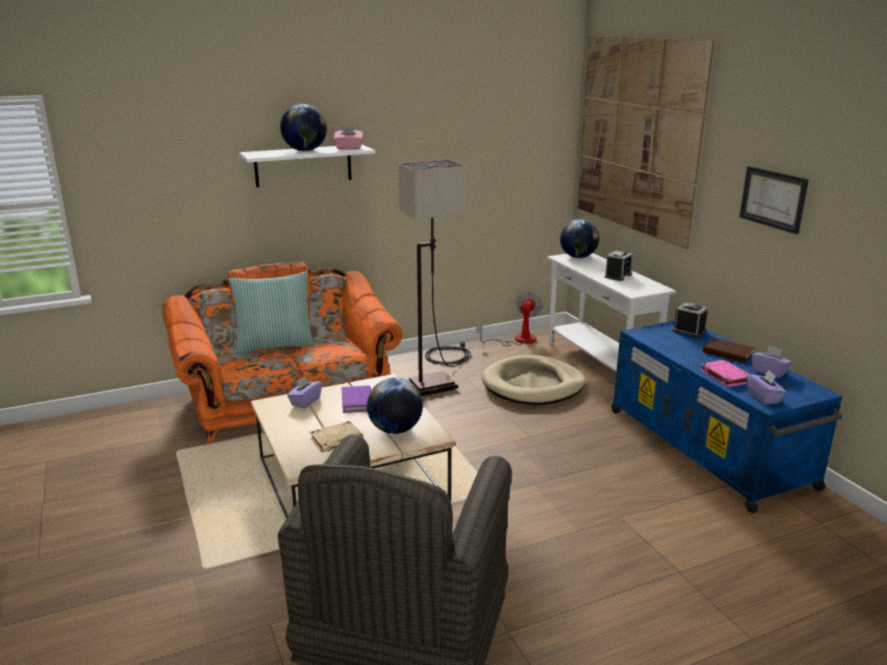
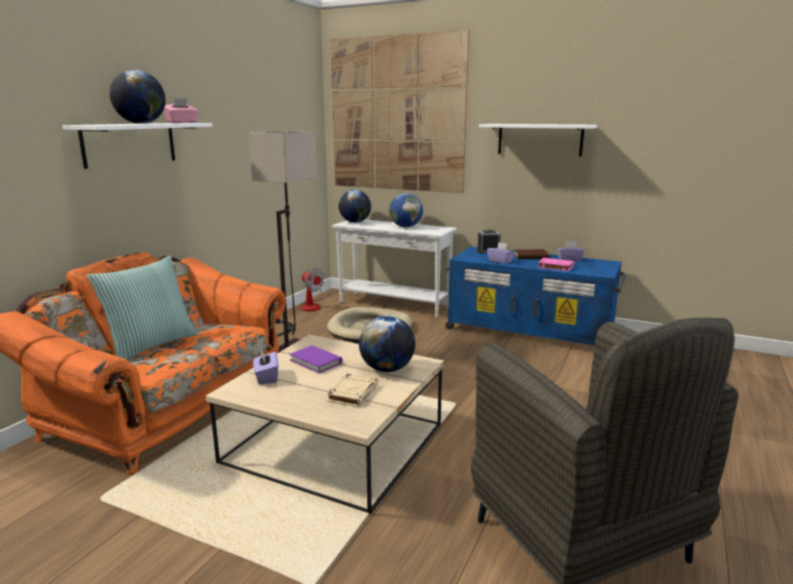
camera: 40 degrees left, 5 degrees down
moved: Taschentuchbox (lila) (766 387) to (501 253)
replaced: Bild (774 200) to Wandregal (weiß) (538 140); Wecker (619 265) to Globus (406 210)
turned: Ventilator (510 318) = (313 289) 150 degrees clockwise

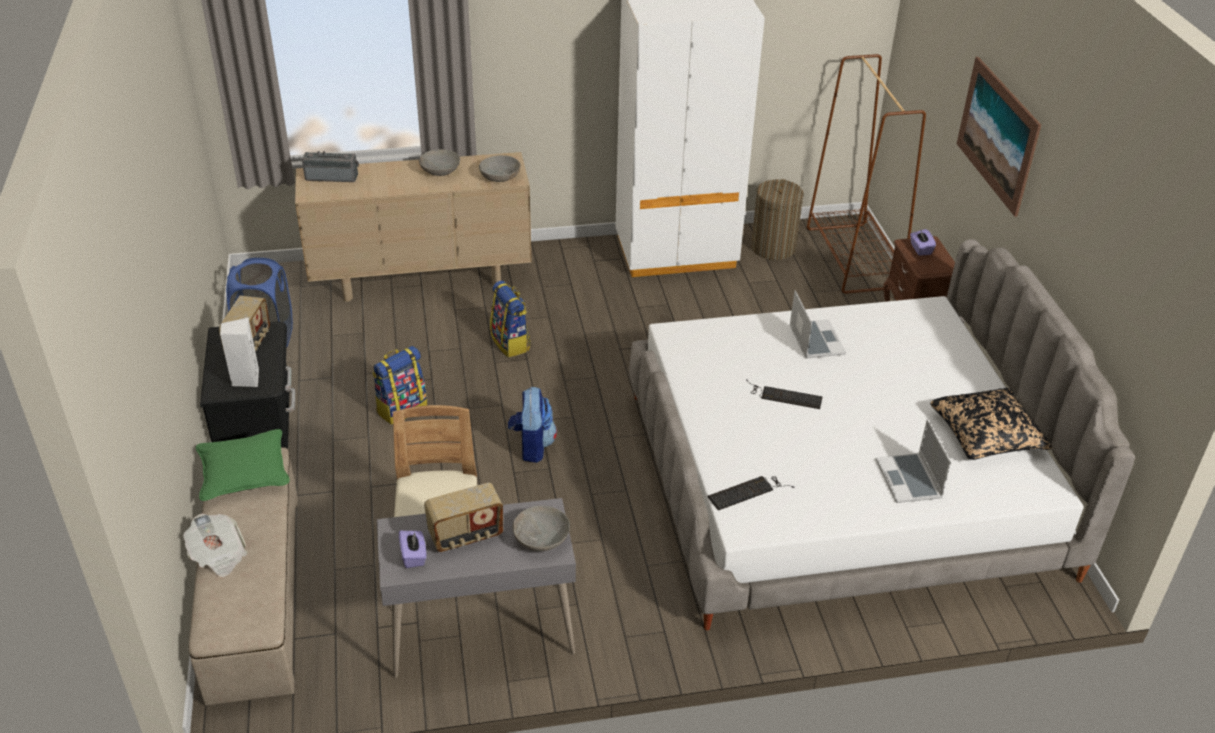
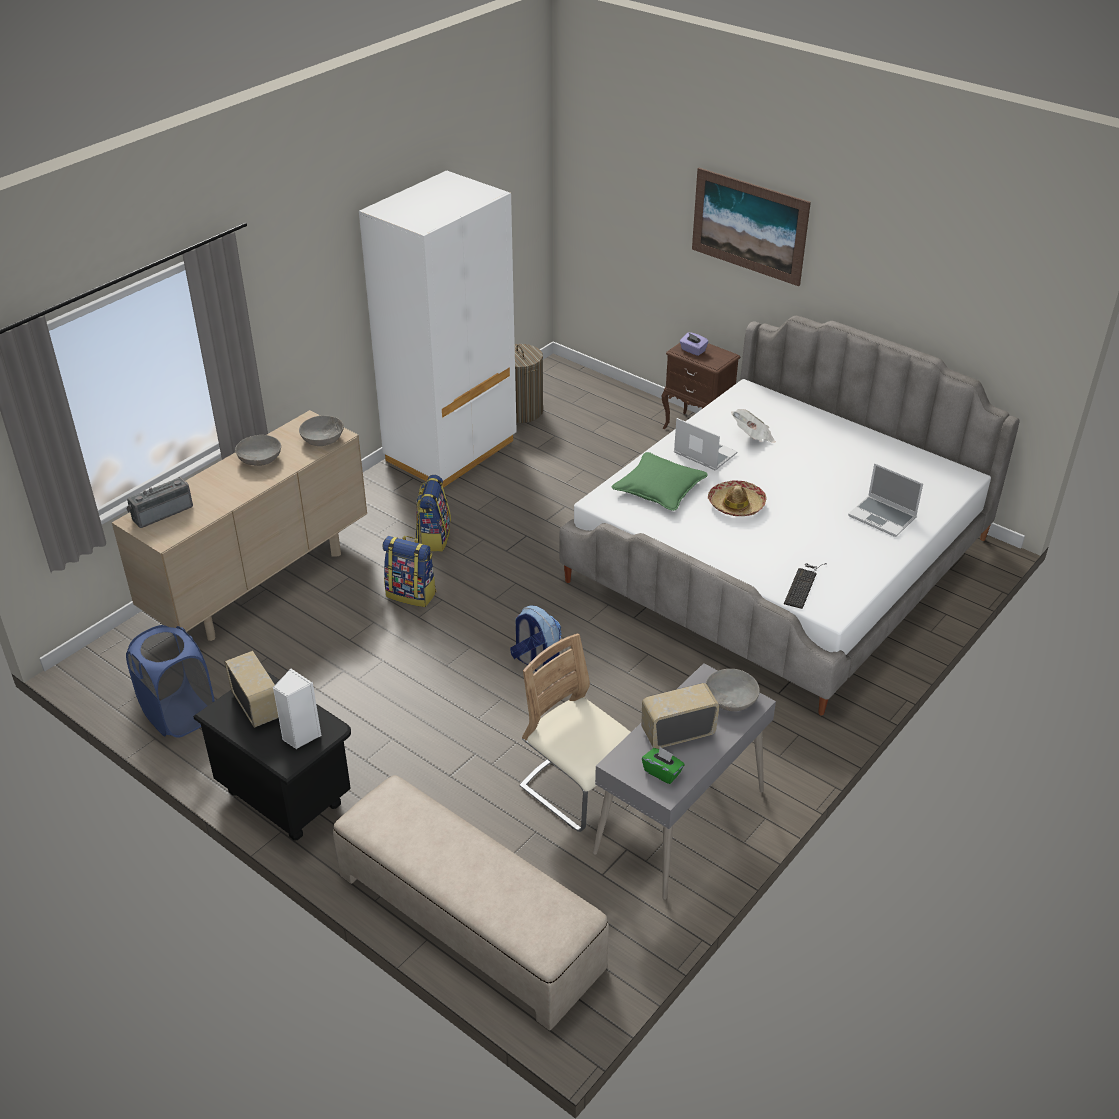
camera: 40 degrees left, 0 degrees up
removed: Kleiderständer (braun) (866 174); Kissen (schwarz) (991 424)
moved: Rucksack (400 385) to (433 513); Kissen (grün) (243 465) to (660 481); Zeitung (215 545) to (753 426)
replaced: Tastatur (784 394) to Hut (737 498)
recoloured: Taschentuchbox (lila) (412 549) to Taschentuchbox (grün) (663 765)
turned: Radio (463 517) = (680 716) 135 degrees counterclockwise

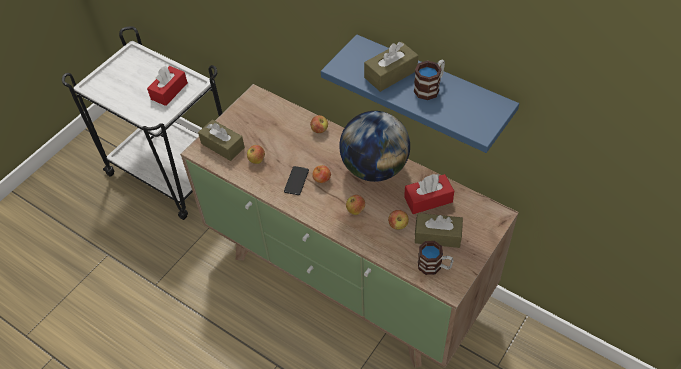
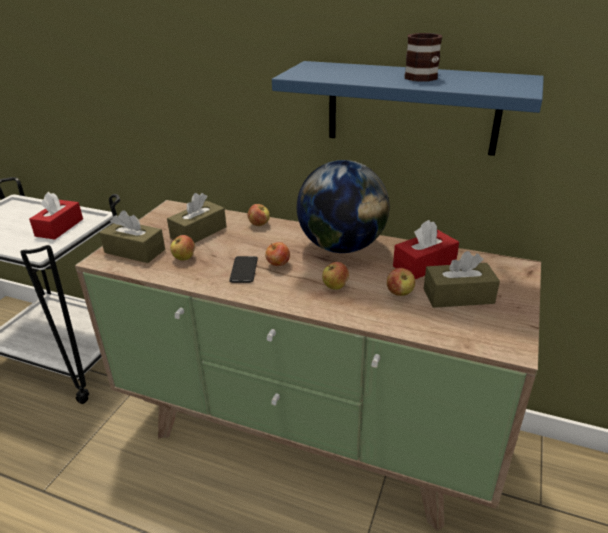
camera: 15 degrees left, 20 degrees down
removed: Henkelbecher (436 258)
moved: Taschentuchbox (braun) (391 67) to (197 218)

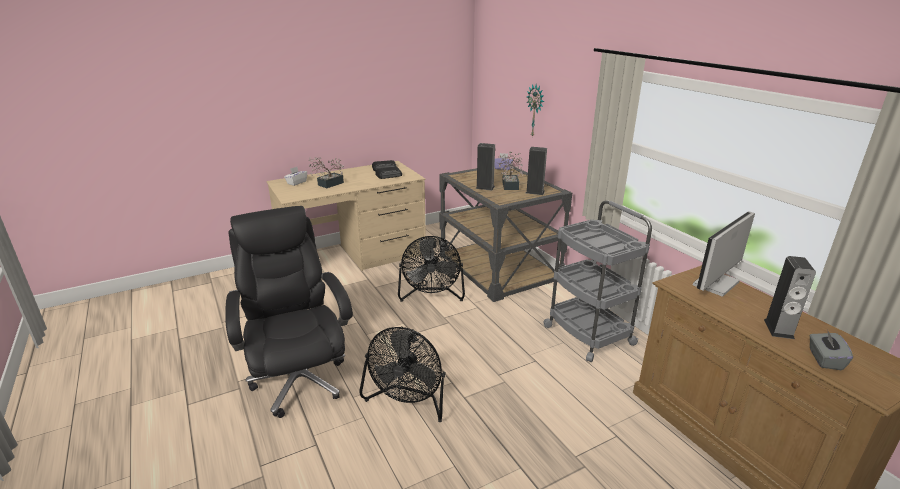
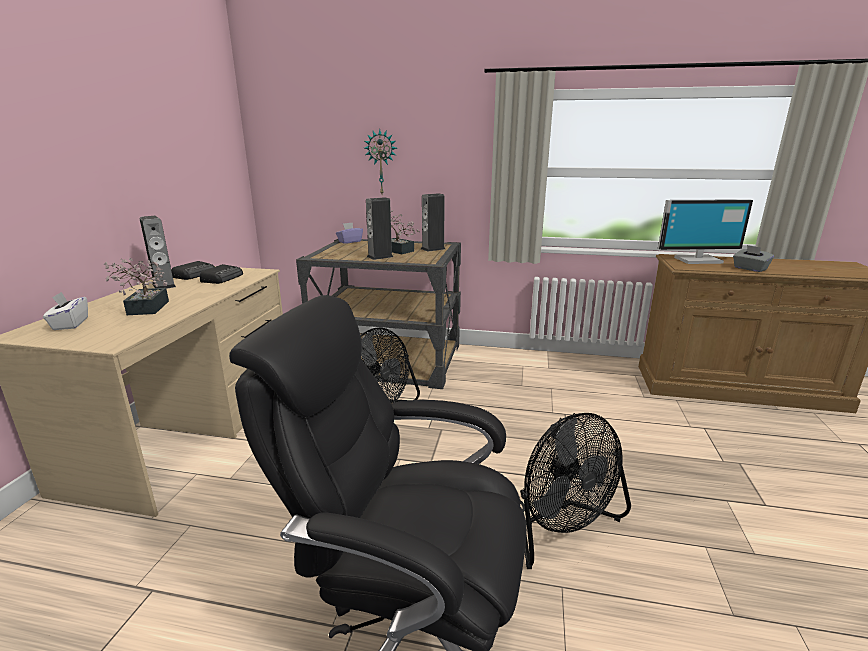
camera: 50 degrees left, 5 degrees down
removed: Rollwagen (grau) (597 281)
moved: Lautsprecher (790 297) to (158 252); Taschentuchbox (grau) (831 349) to (753 258)
turned: Monitor (724 254) = (705 231) 90 degrees counterclockwise

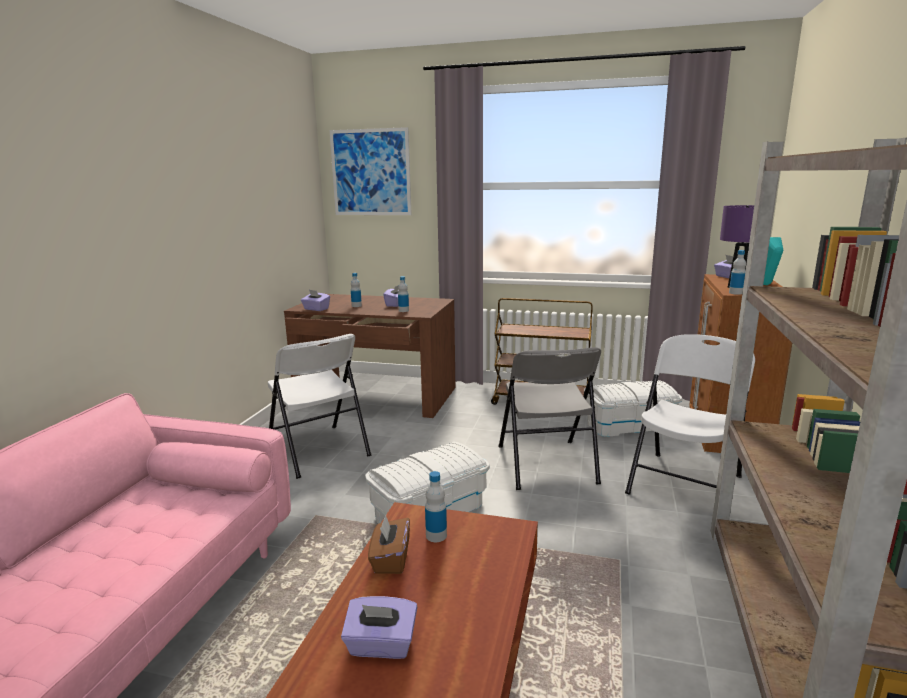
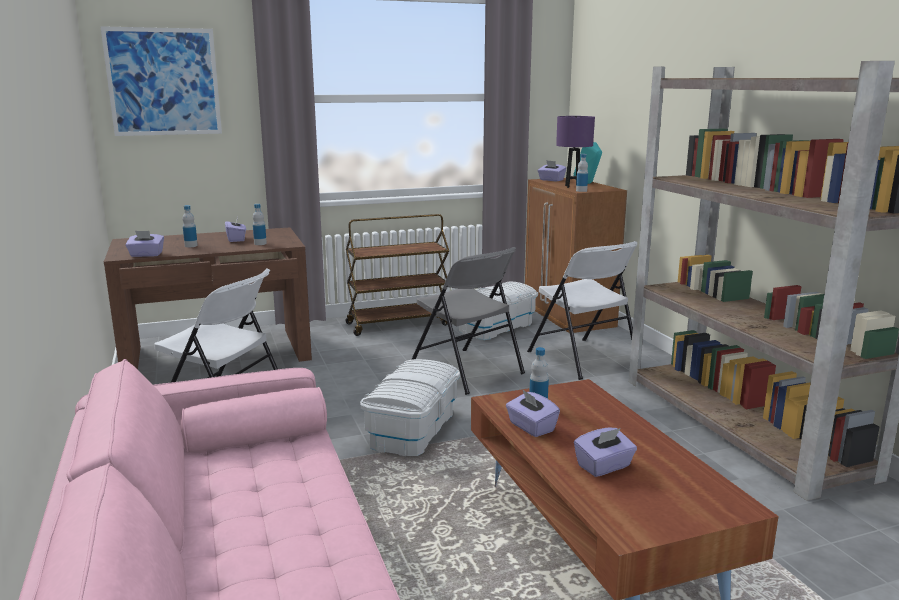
camera: 35 degrees left, 0 degrees up
recoloured: Taschentuchbox (braun) (389 544) to Taschentuchbox (lila) (533 413)
turned: Stuhl (weiß) (690 414) = (582 310) 150 degrees clockwise

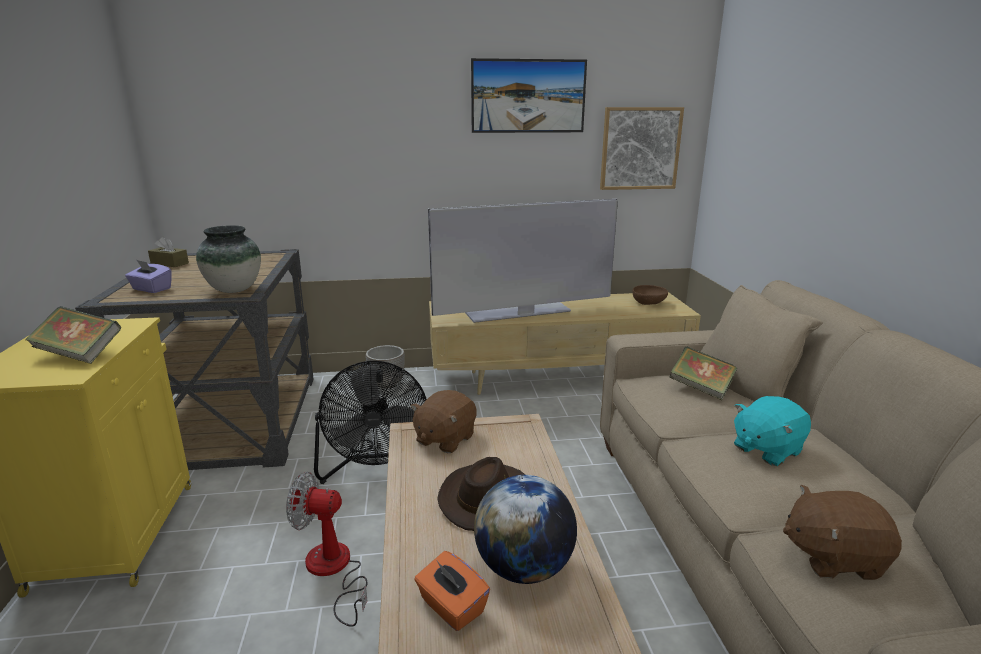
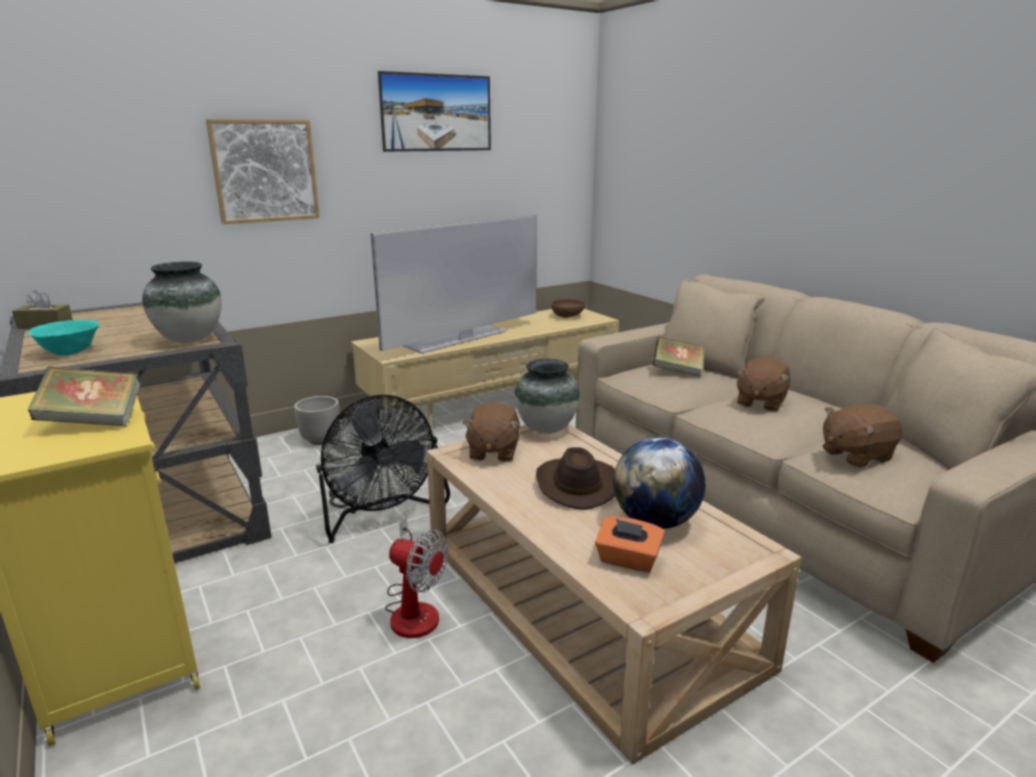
camera: 25 degrees left, 0 degrees up
added: Vase (547 396)
moved: Bild (642 148) to (263 171)
replaced: Taschentuchbox (lila) (148 276) to Schüssel (türkis) (64 338)
recoloured: Plüschtier (türkis) (772 431) to Plüschtier (braun) (763 385)
turned: Ventilator (327 549) = (416 577) 135 degrees counterclockwise

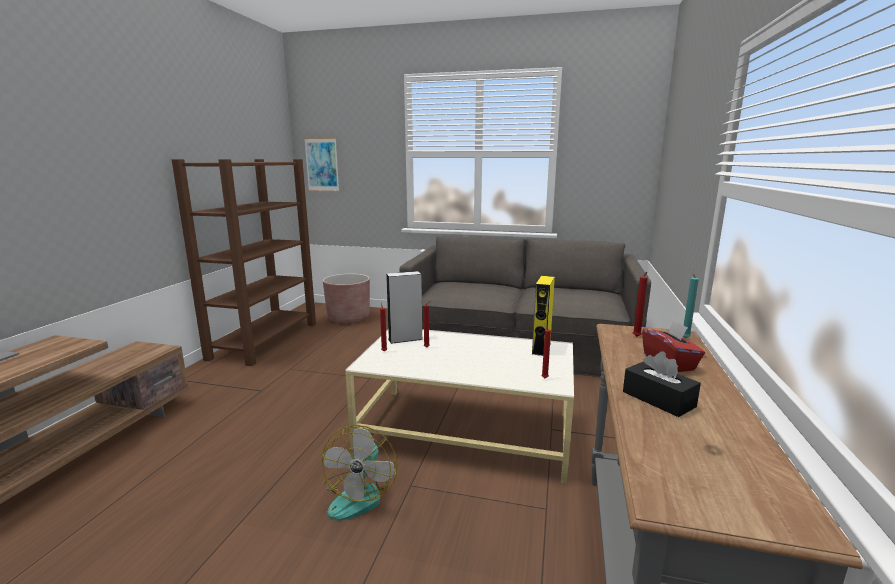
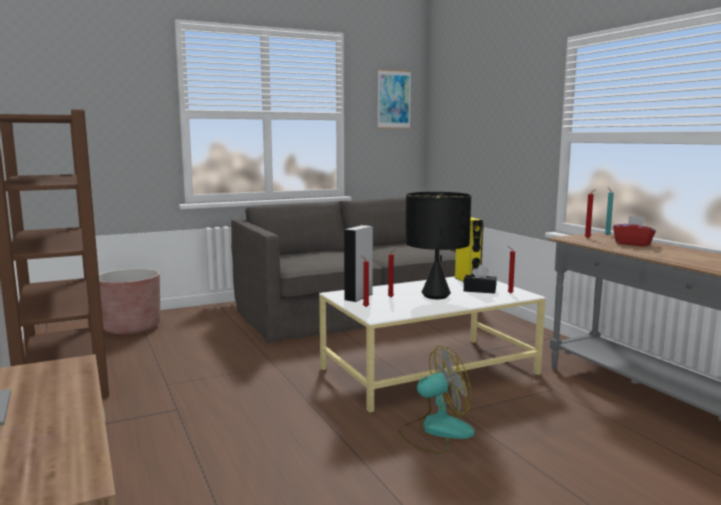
camera: 40 degrees left, 5 degrees down
added: Tischlampe (schwarz) (438 245)
moved: Bild (321 165) to (394 99); Taschentuchbox (schwarz) (662 384) to (480 279)
turned: Ventilator (360 472) = (436 399) 75 degrees counterclockwise

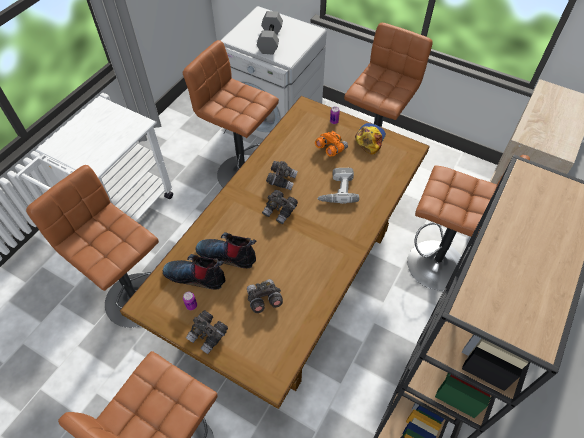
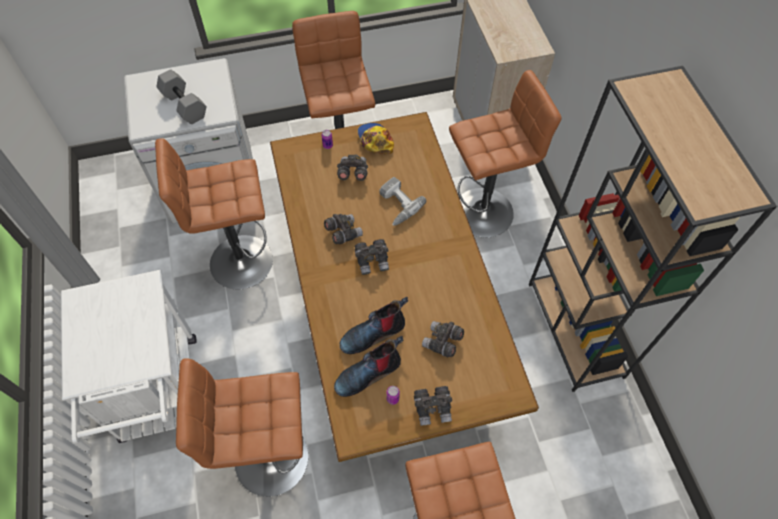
camera: 45 degrees left, 5 degrees up
recoloured: Fernglas (orange) (331 144) to Fernglas (grau) (352 168)

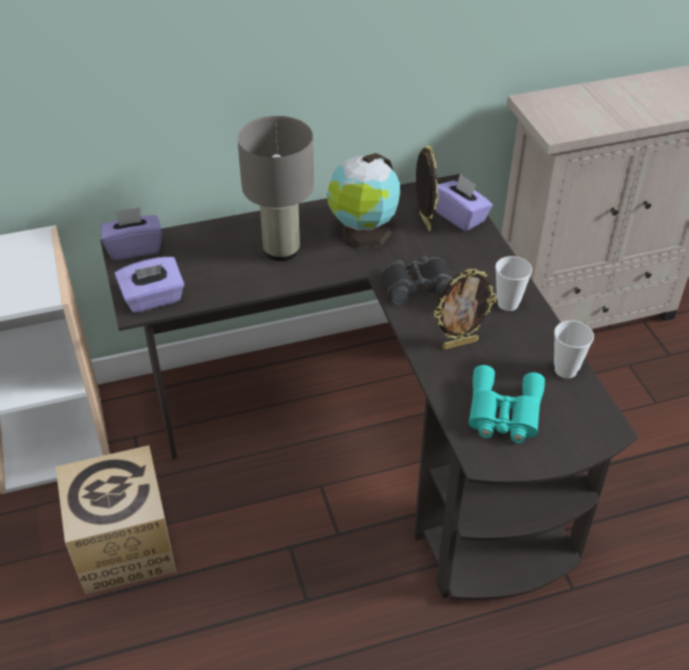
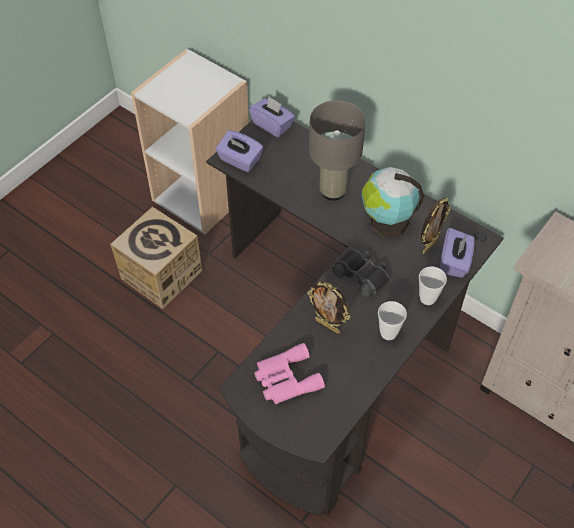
camera: 55 degrees right, 10 degrees up
moved: Tasse (574 349) to (433 285)
recoloured: Fernglas (türkis) (507 404) to Fernglas (rosa) (289 373)

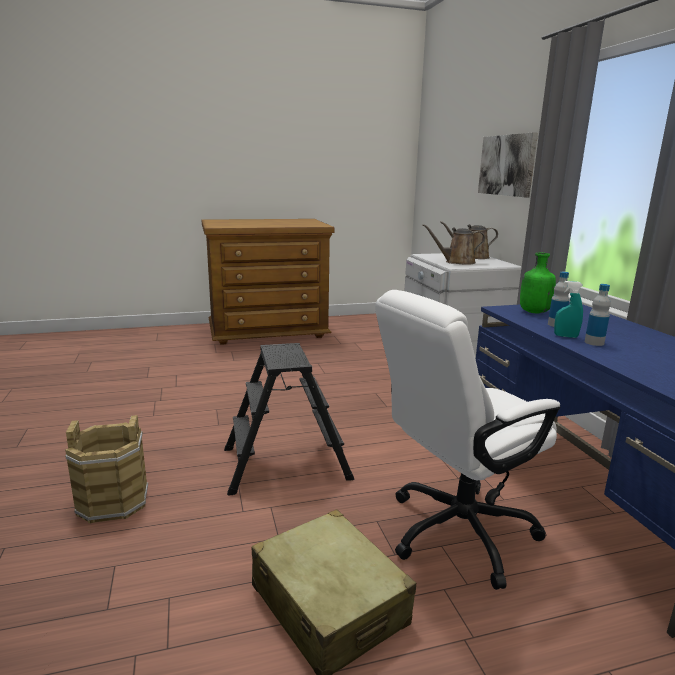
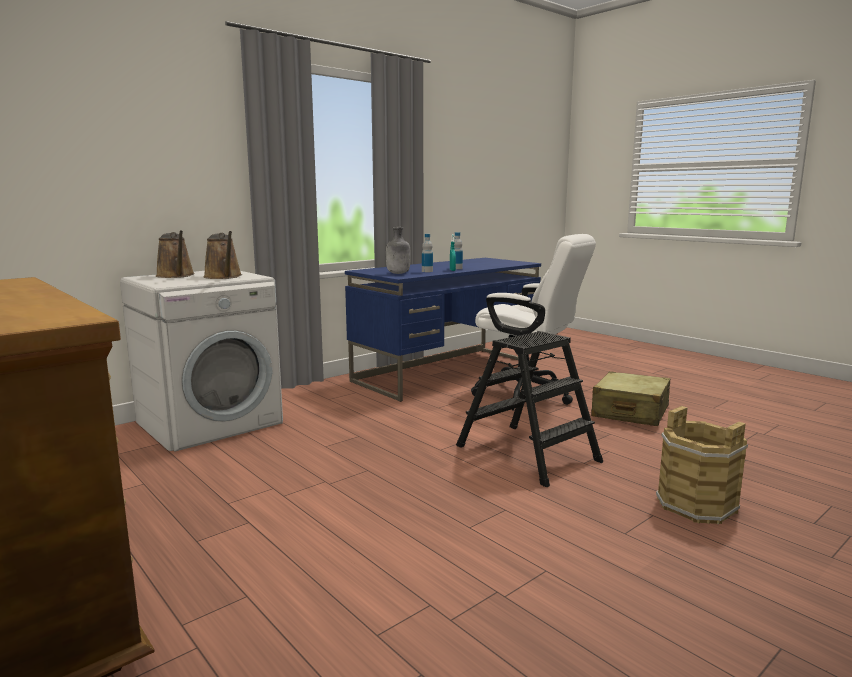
camera: 115 degrees left, 5 degrees down
removed: Bild (508 164)
recoloured: Flasche (grün) (538 283) to Flasche (grau) (398 250)

